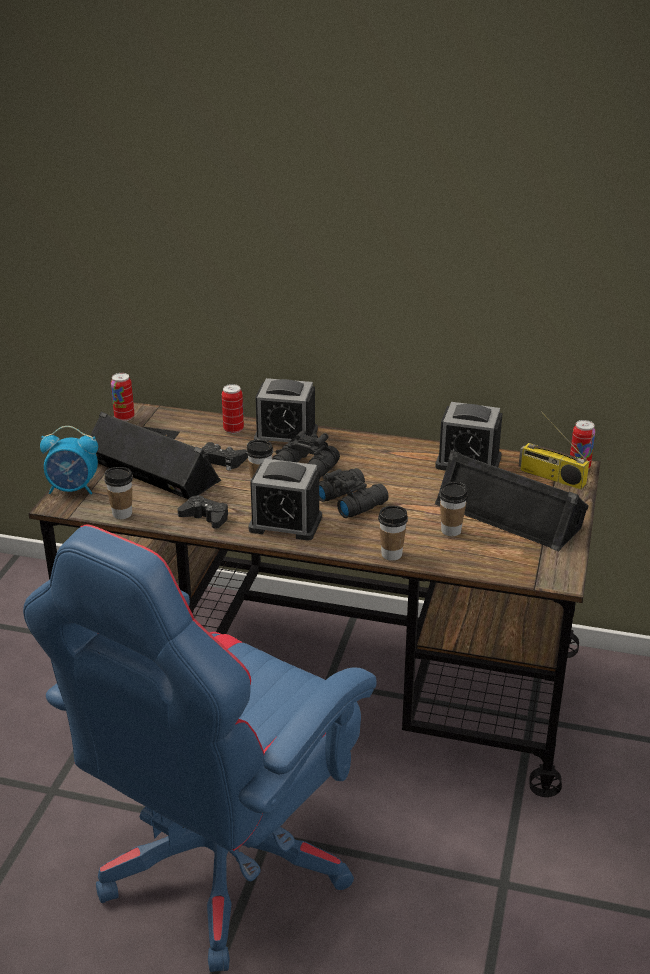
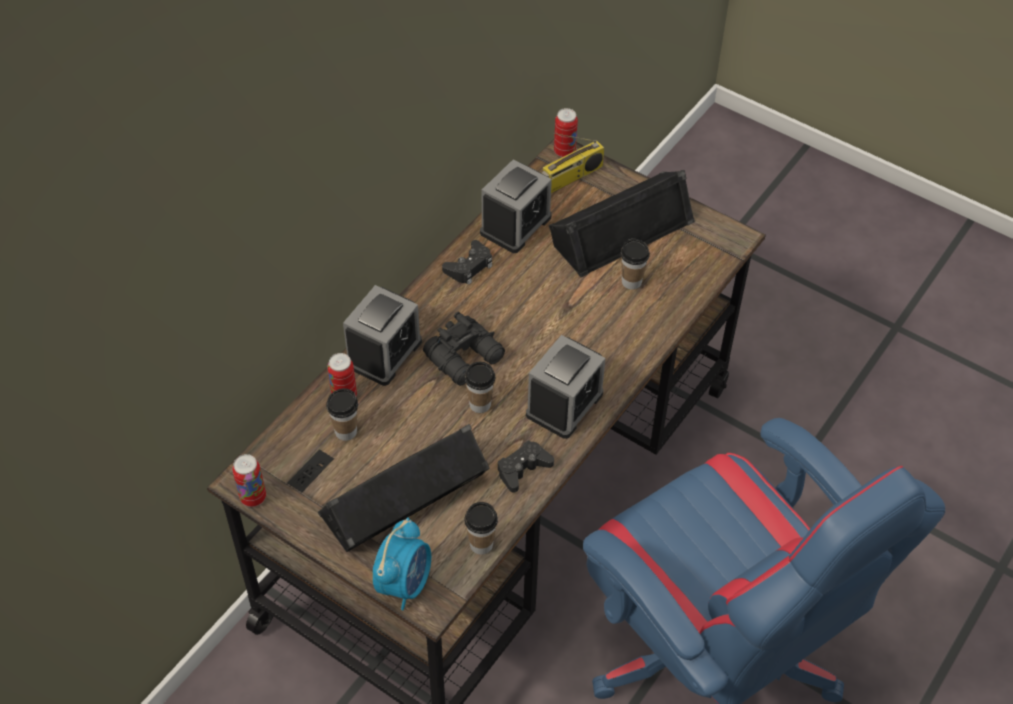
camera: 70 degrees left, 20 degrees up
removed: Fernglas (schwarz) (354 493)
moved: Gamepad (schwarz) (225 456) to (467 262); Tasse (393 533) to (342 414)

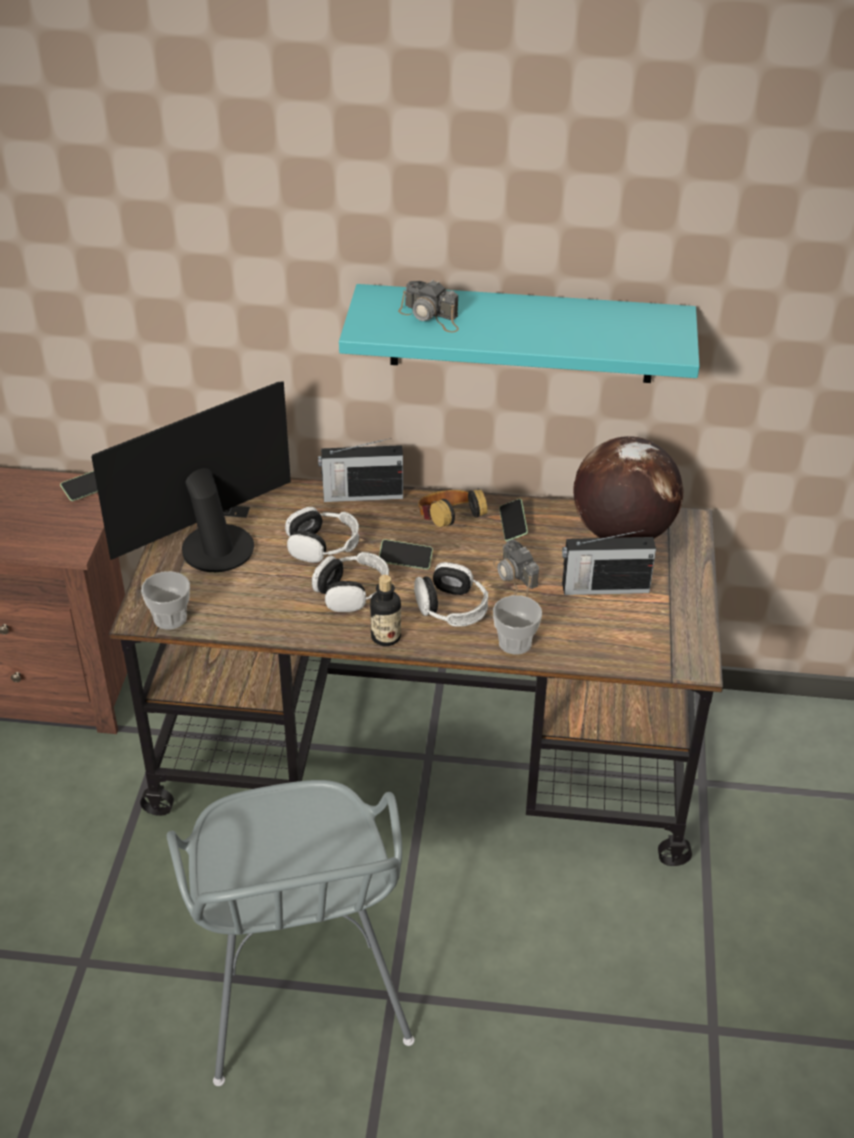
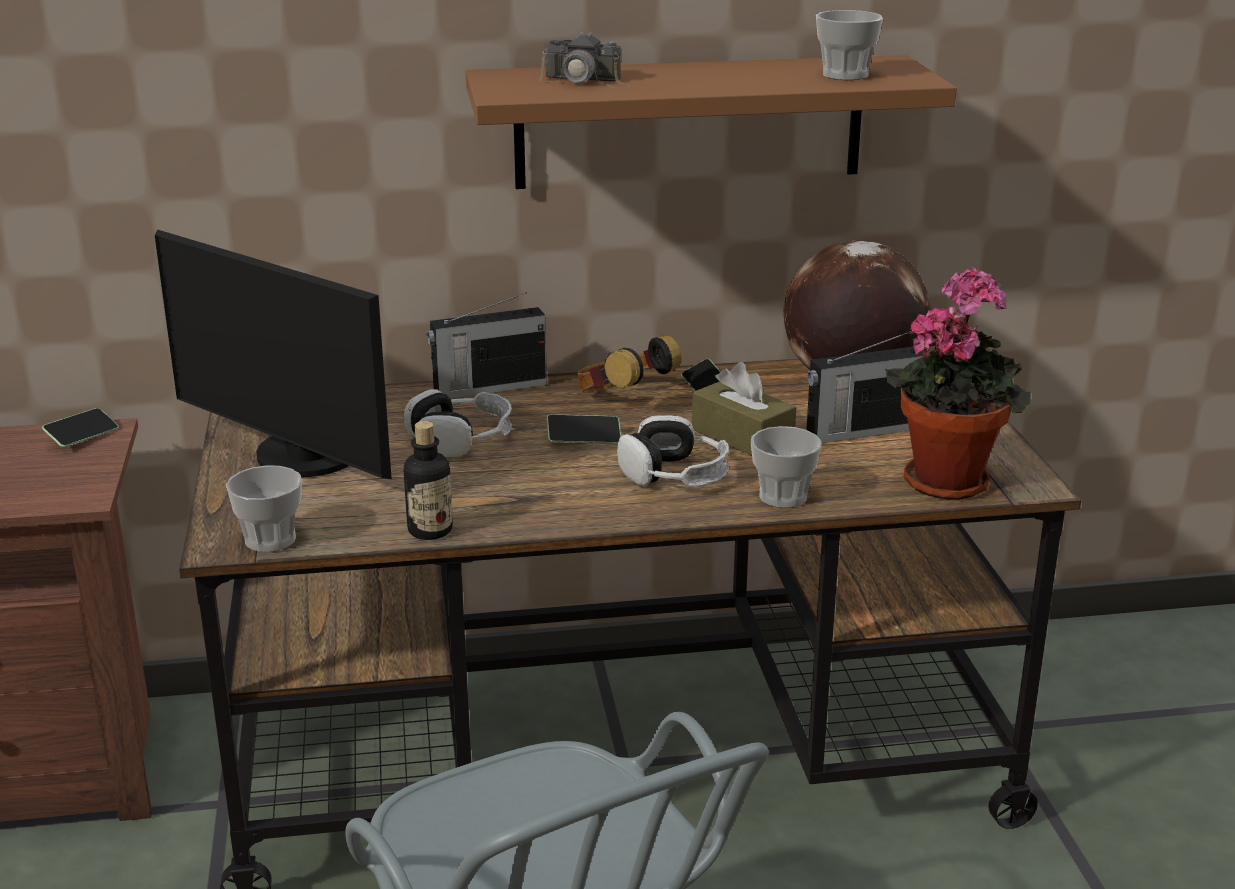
camera: 15 degrees left, 15 degrees down
removed: Kopfhörer (350 582)
added: Tasse (849 45); Topfpflanze (958 383)
moved: Flasche (385 610) to (428 480)
replaced: Kamera (516 568) to Taschentuchbox (braun) (744 409)
recoloured: Wandregal (türkis) (519 333) to Wandregal (braun) (711 122)
turned: Monitor (191 476) = (273 354) 90 degrees counterclockwise

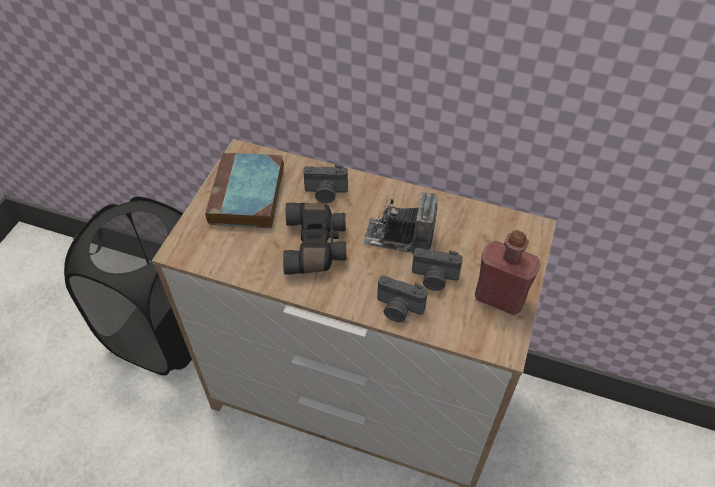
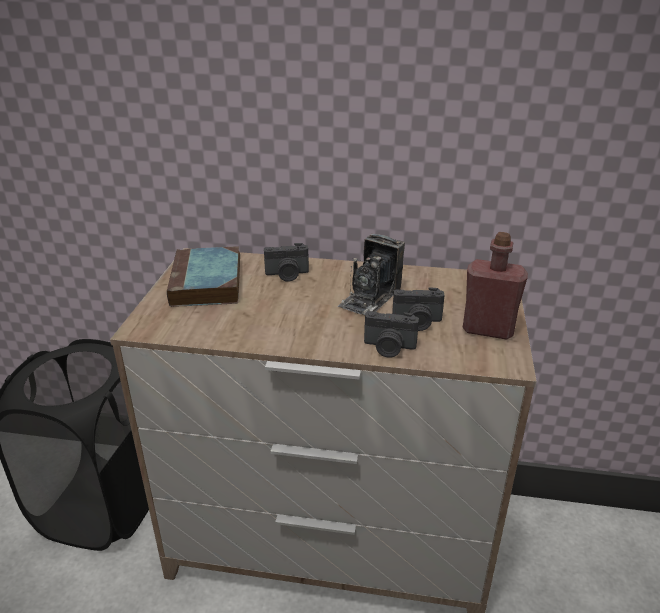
camera: 10 degrees left, 20 degrees down
removed: Fernglas (schwarz) (314 238)
turned: Kamera (400 223) = (371 274) 60 degrees counterclockwise

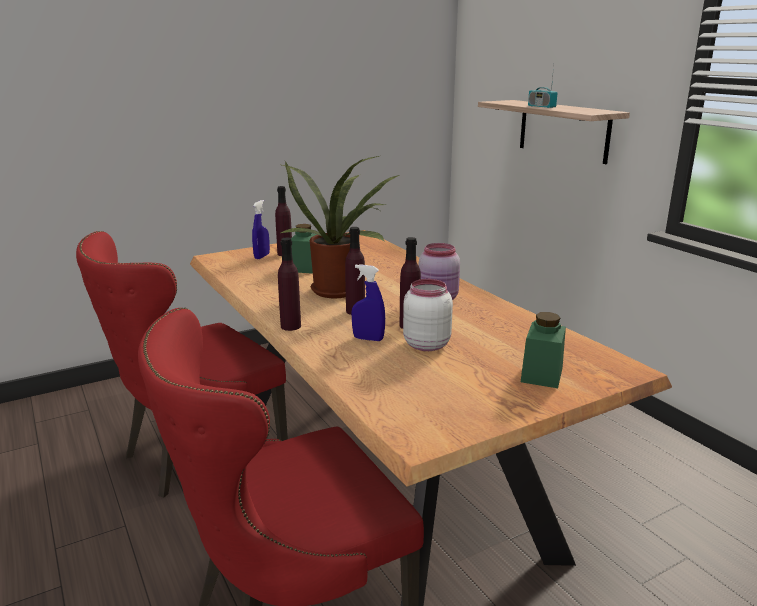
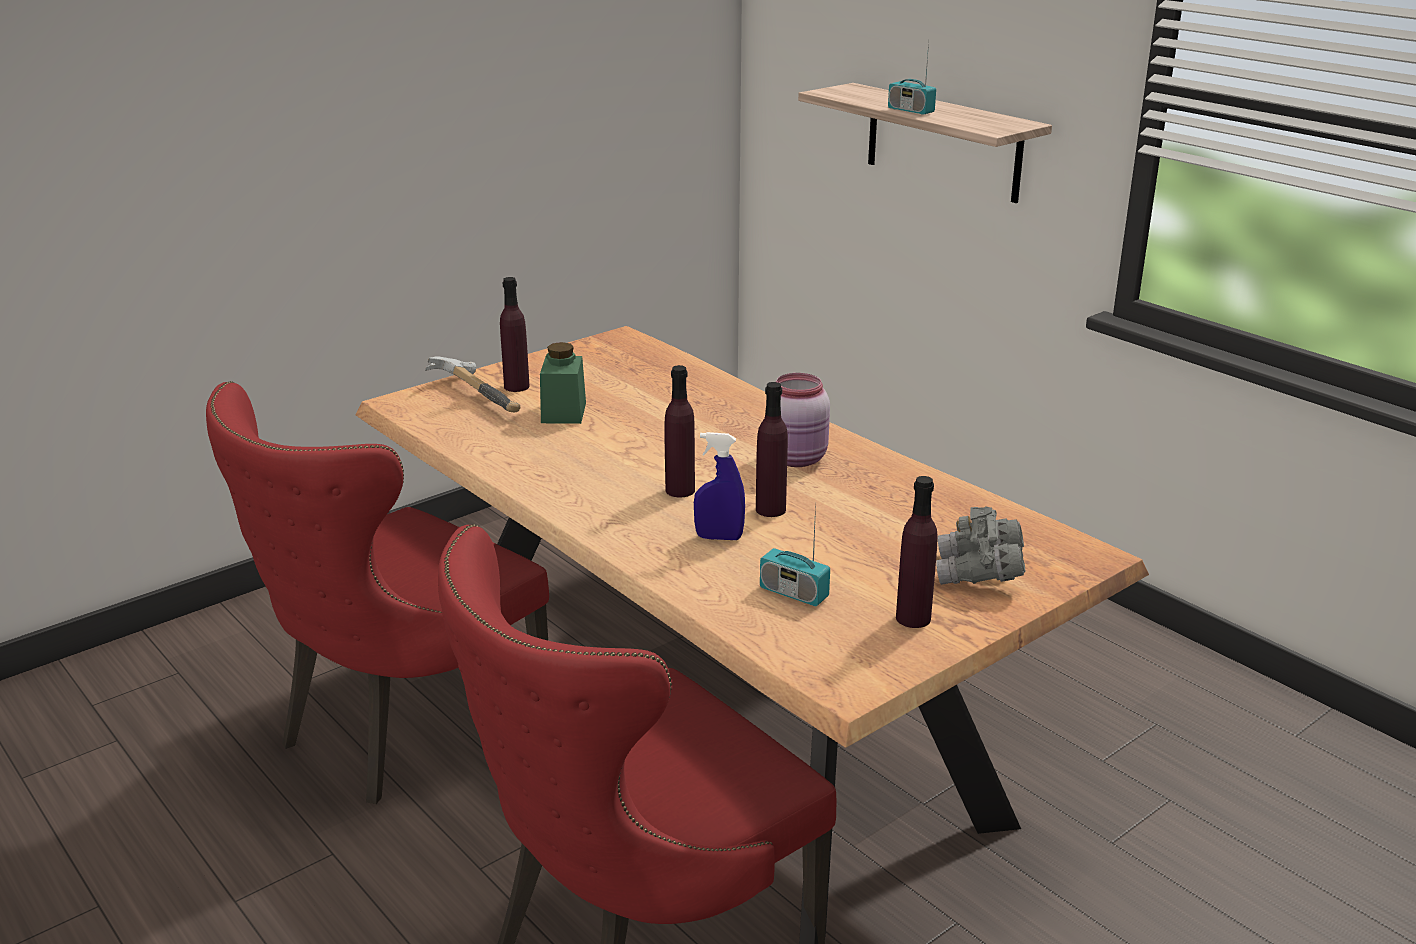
camera: 10 degrees left, 5 degrees up
removed: Topfpflanze (339 227); Vorratsglas (weiß) (428 315)
added: Radio (795 554)
moved: Flasche (lila) (289 284) to (917 552)
replaced: Sprühflasche (blau) (261 229) to Hammer (472 384); Vorratsglas (grün) (543 350) to Fernglas (grau) (980 545)

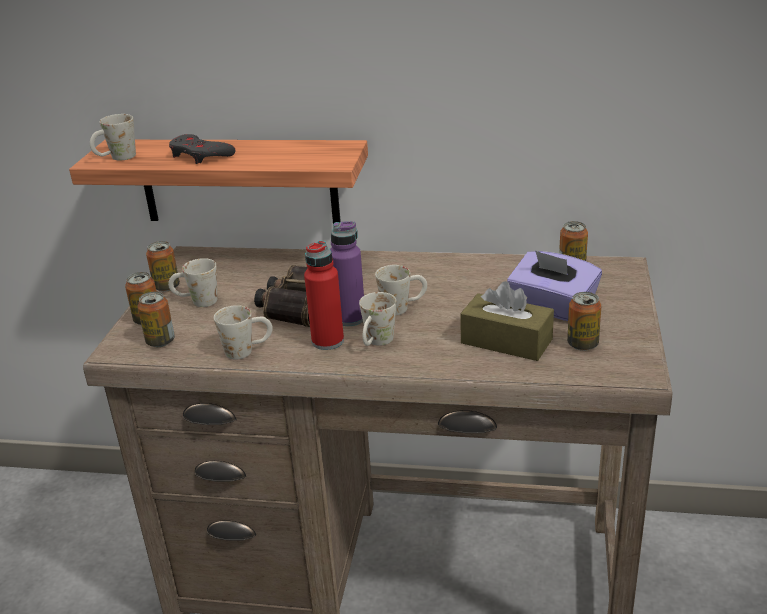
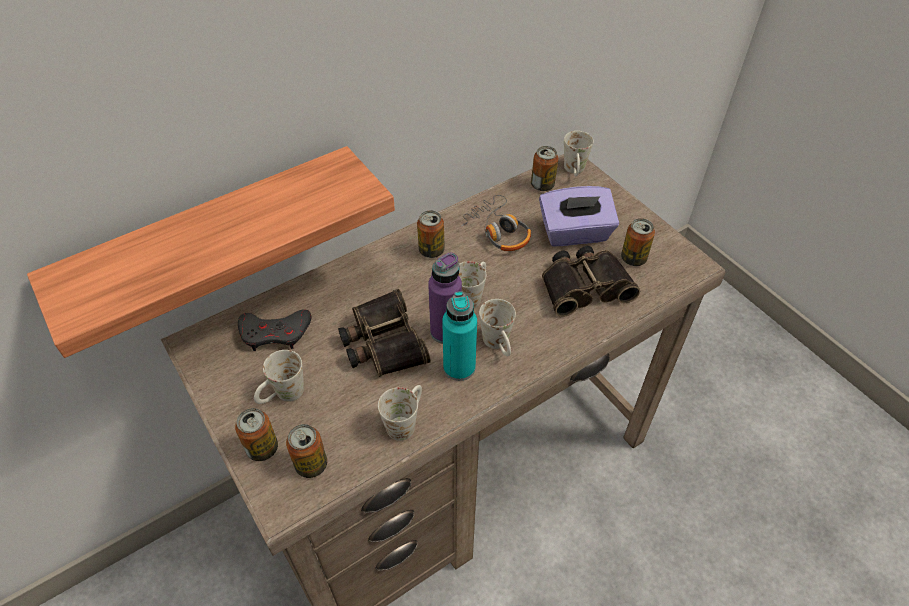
camera: 45 degrees left, 20 degrees up
added: Kopfhörer (496 223)
moved: Henkelbecher (weiß) (113 137) to (578 153); Gamepad (grau) (202 149) to (274 330); Dose (163 266) to (431 234)
replaced: Taschentuchbox (braun) (507 321) to Fernglas (591 281)
recoloured: Flasche (rot) (324 295) to Flasche (türkis) (459 336)

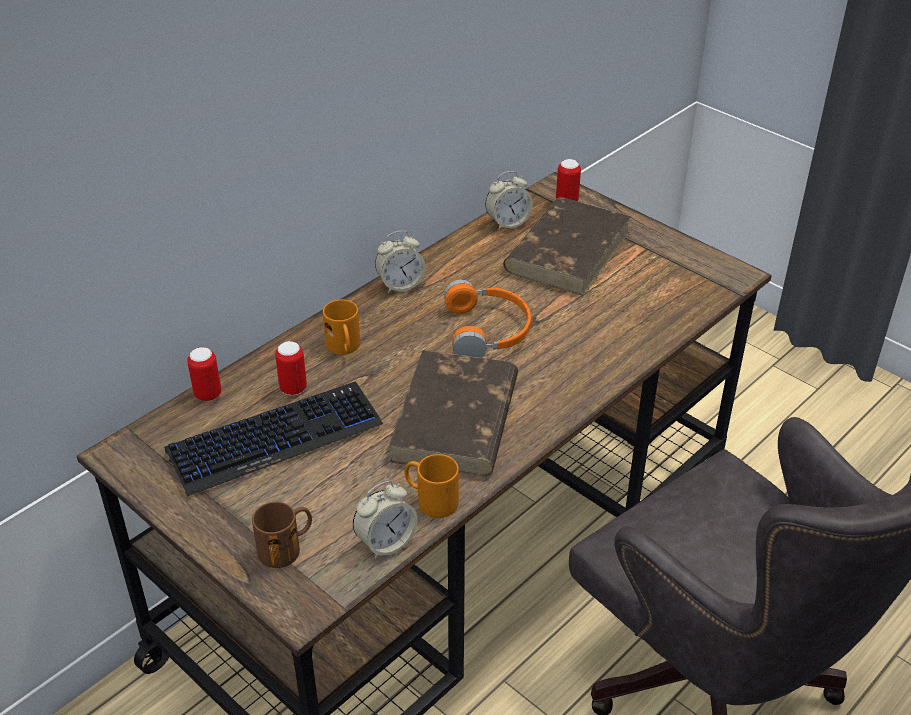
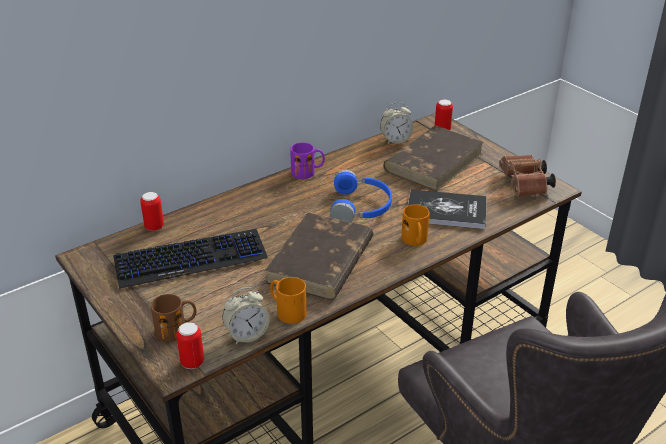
camera: 10 degrees right, 5 degrees down
added: Fernglas (braun) (527 176); Buch (447 209)
moved: Henkelbecher (orange) (341 327) to (415 225); Dose (291 368) to (190 345)
replaced: Wecker (400 262) to Henkelbecher (lila) (307 160)
recoloured: Kopfhörer (orange) (487 319) to Kopfhörer (blau) (361 195)

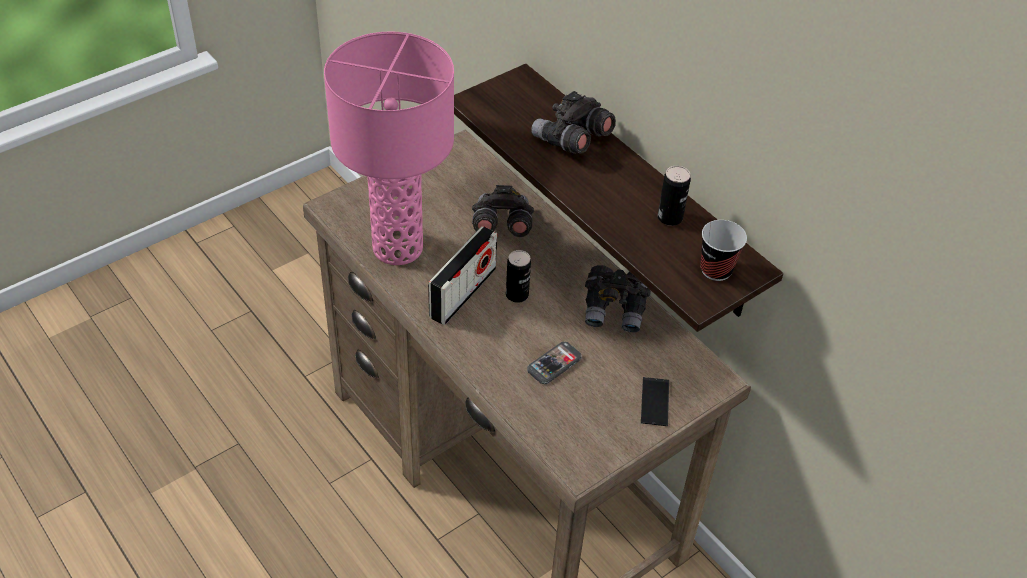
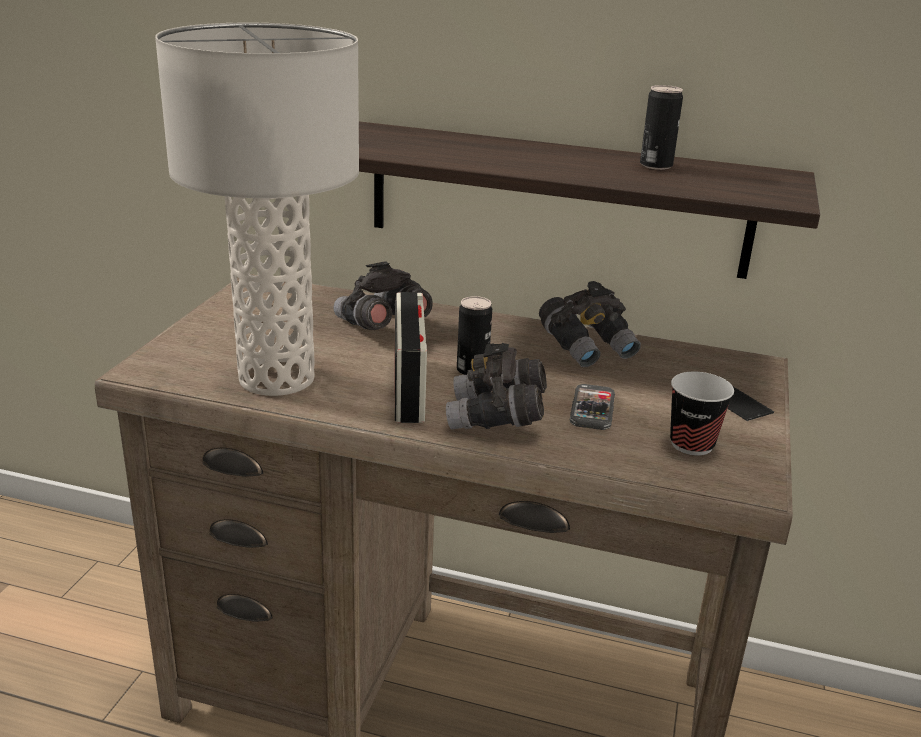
camera: 35 degrees left, 20 degrees down
moved: Fernglas (grau) (573 122) to (496 386); Tasse (723 250) to (702 414)
recoloured: Tischlampe (rosa) (389 148) to Tischlampe (weiß) (257 209)

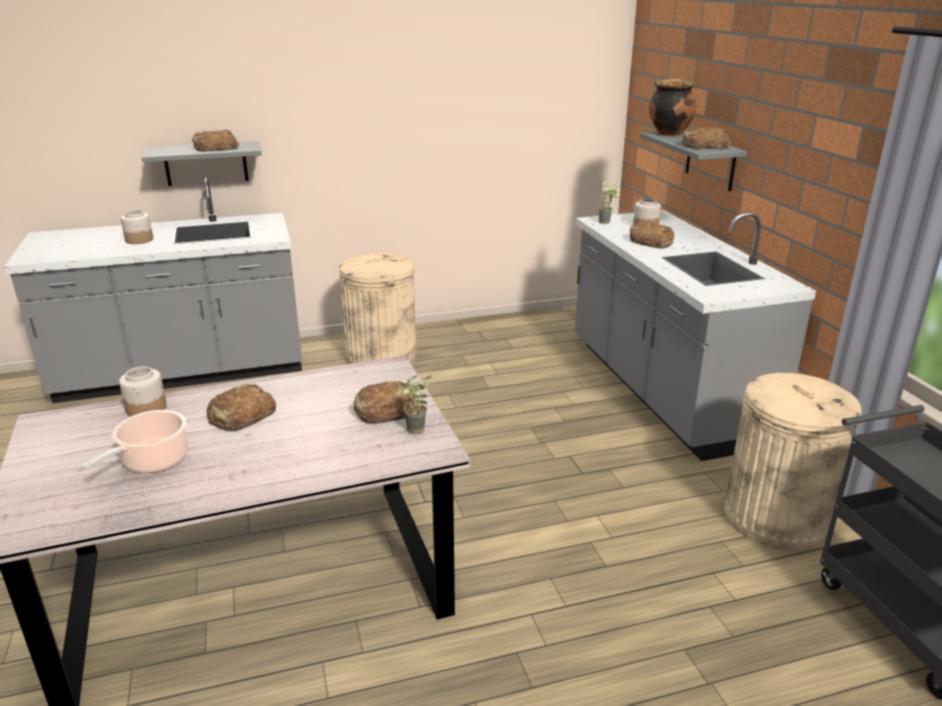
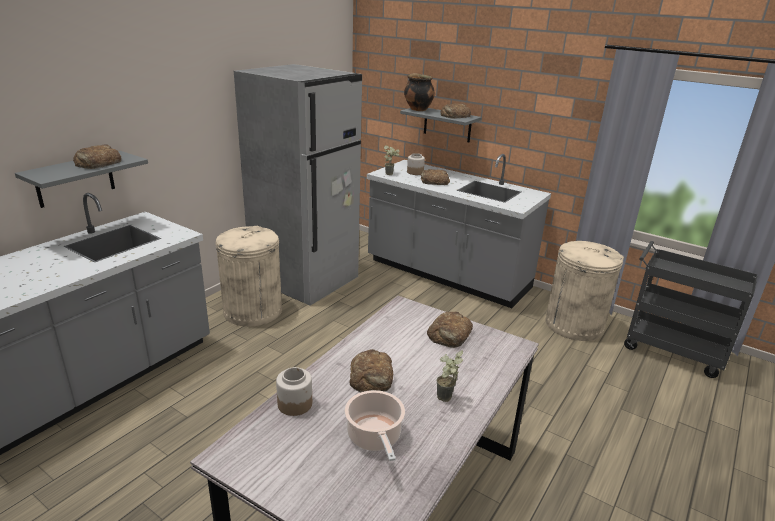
camera: 40 degrees left, 0 degrees up
removed: Vorratsglas (137 227)
added: Kühlschrank (grau) (298 185)
moved: Topfpflanze (413 405) to (449 376)

